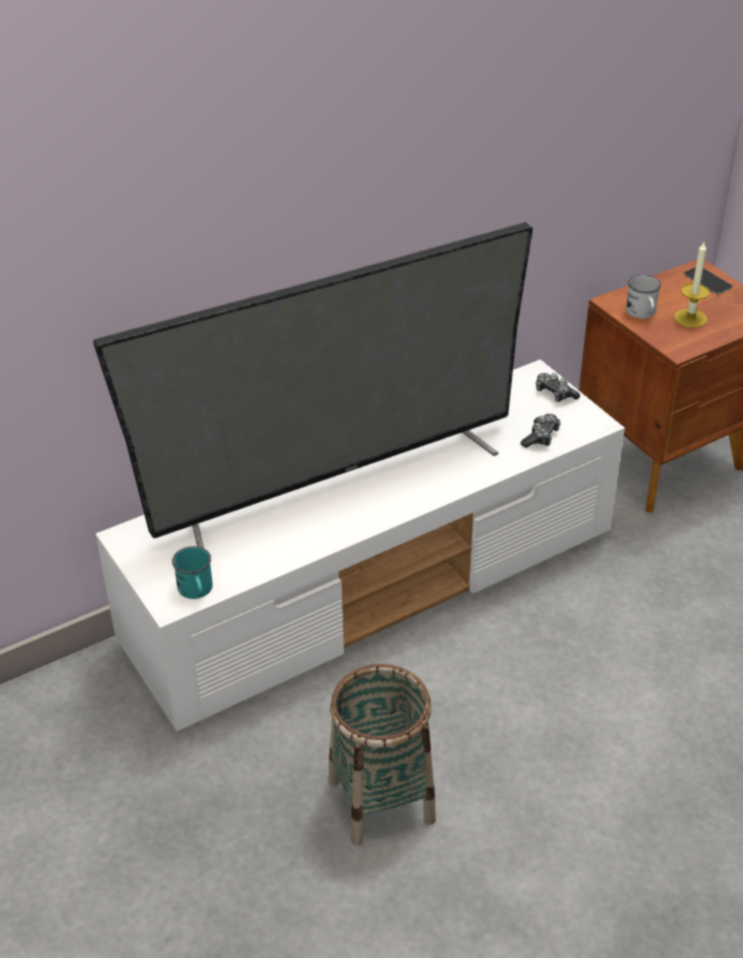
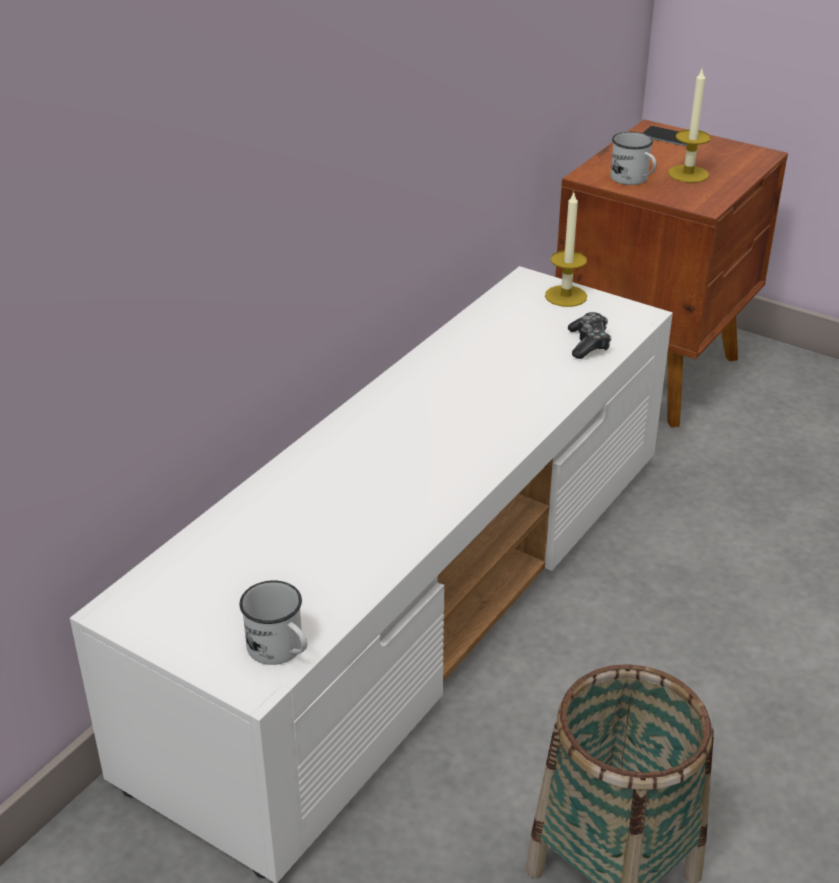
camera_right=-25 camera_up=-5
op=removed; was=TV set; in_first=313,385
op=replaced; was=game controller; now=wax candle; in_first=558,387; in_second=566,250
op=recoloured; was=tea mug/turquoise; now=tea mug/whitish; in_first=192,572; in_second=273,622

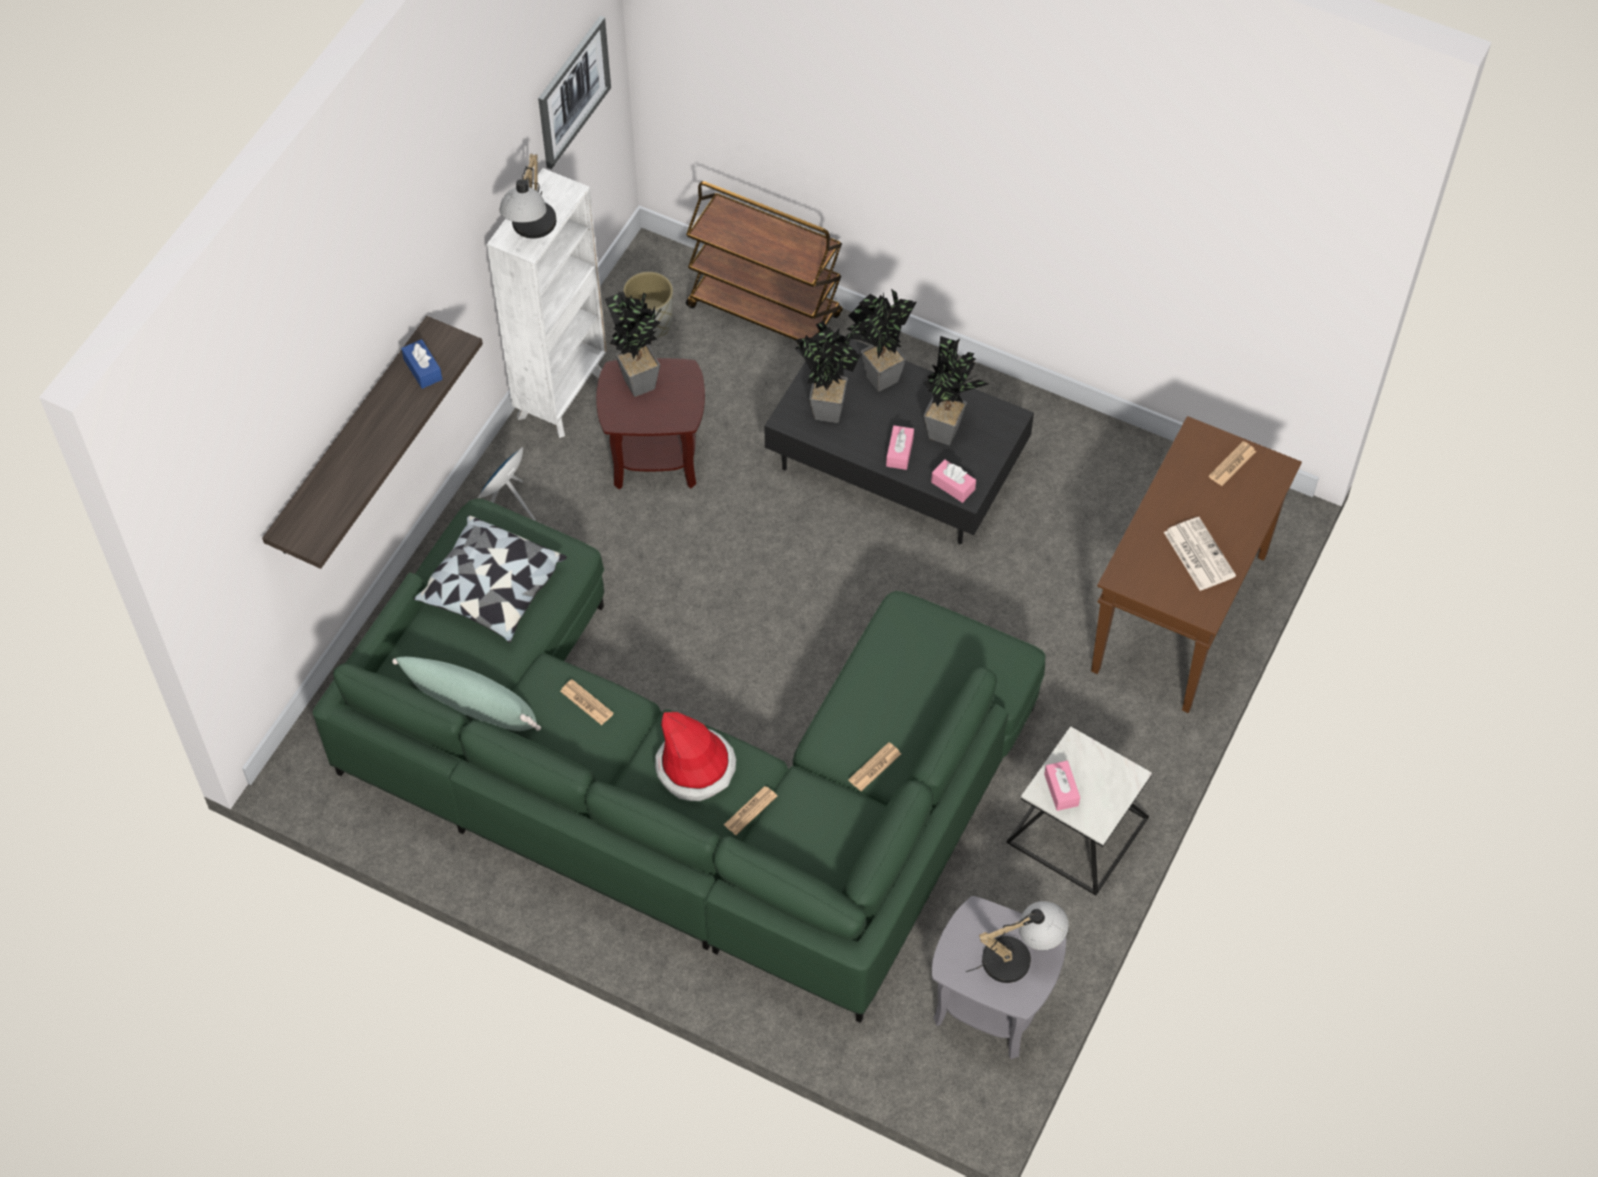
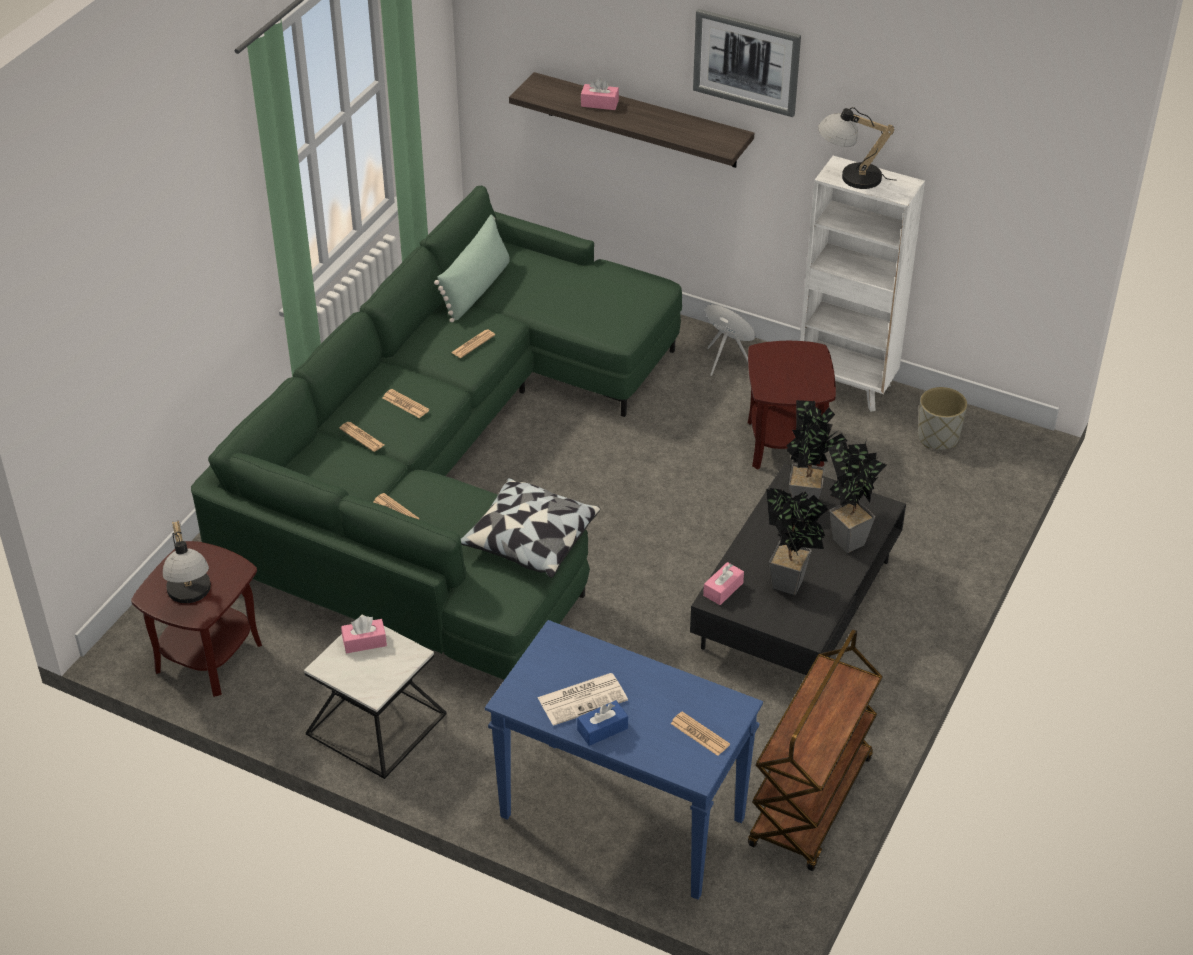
camera_right=90 camera_up=-15
op=removed; was=houseplant; in_first=633,344
op=moved; was=tissue holder/blue-coloured; in_first=421,364; in_second=602,723
op=moved; was=cushion; in_first=490,579; in_second=530,528
op=moved; was=wall art; in_first=574,92; in_second=747,63
op=moved; was=trolley/brownish; in_first=764,262; in_second=815,750
op=moved; was=tissue holder/pink-coloured; in_first=900,447; in_second=600,94
op=replaced; was=clothing hat; now=newspaper; in_first=695,756; in_second=406,403
op=recoloured; was=end table/gray; now=end table/brownish; in_first=999,977; in_second=196,619
op=recoloured; was=hall table/brownish; now=hall table/blue-coloured; in_first=1196,564; in_second=624,760

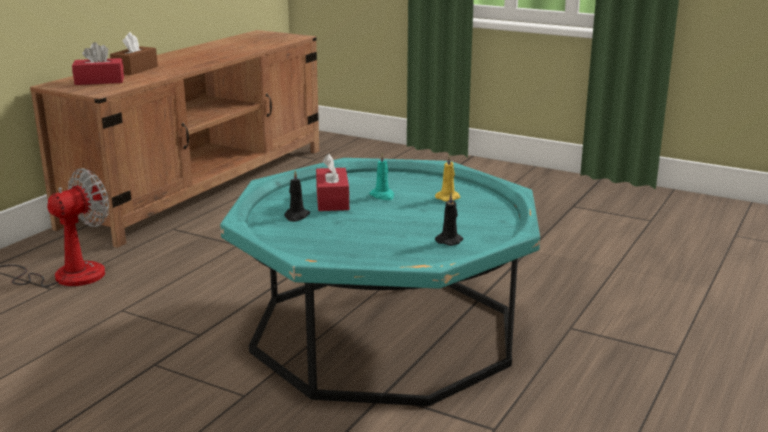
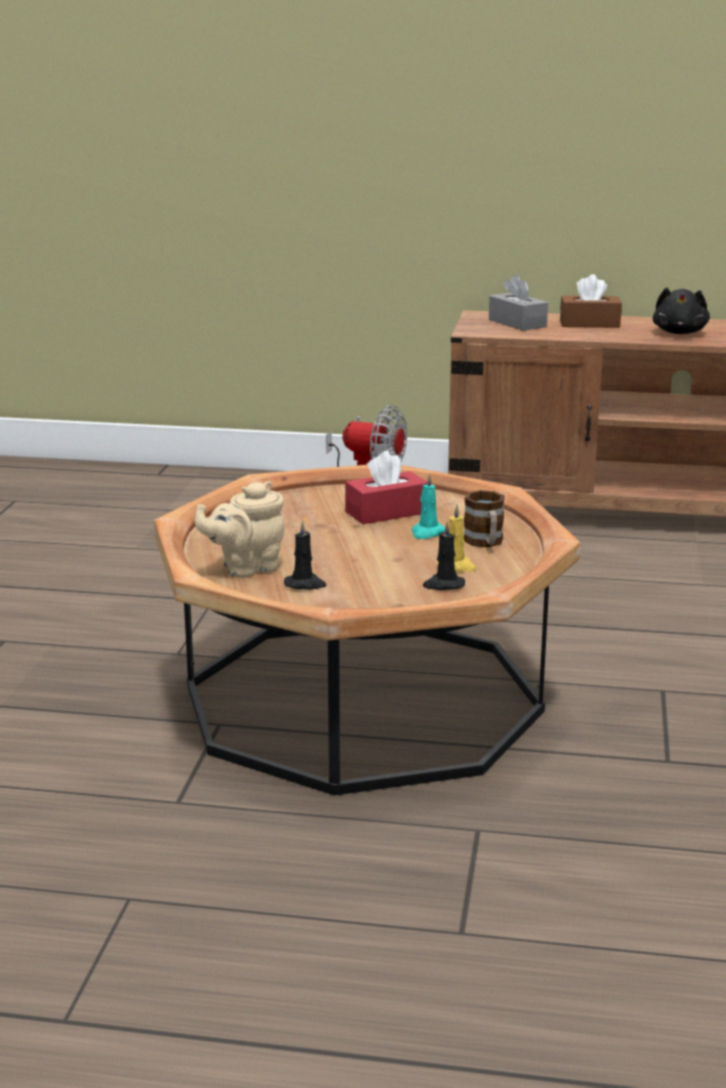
camera_right=70 camera_up=0
op=added; now=tea pot/beige-coloured; in_second=239,529
op=added; now=tea mug; in_second=484,518
op=added; now=plush toy/blackish; in_second=681,310
op=moved; was=wax candle/blackish; in_first=297,196; in_second=444,555
op=recoloured; was=tissue holder/red; now=tissue holder/gray; in_first=98,63; in_second=518,302
op=recoloured; was=lounge table/turquoise; now=lounge table/brownish; in_first=380,282; in_second=367,630

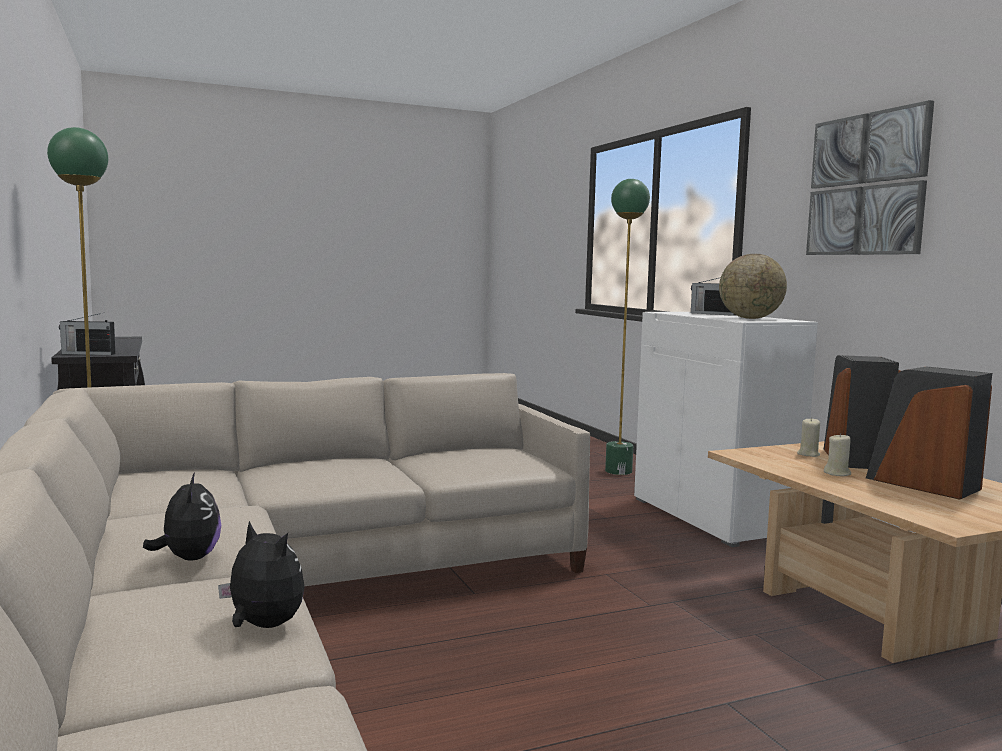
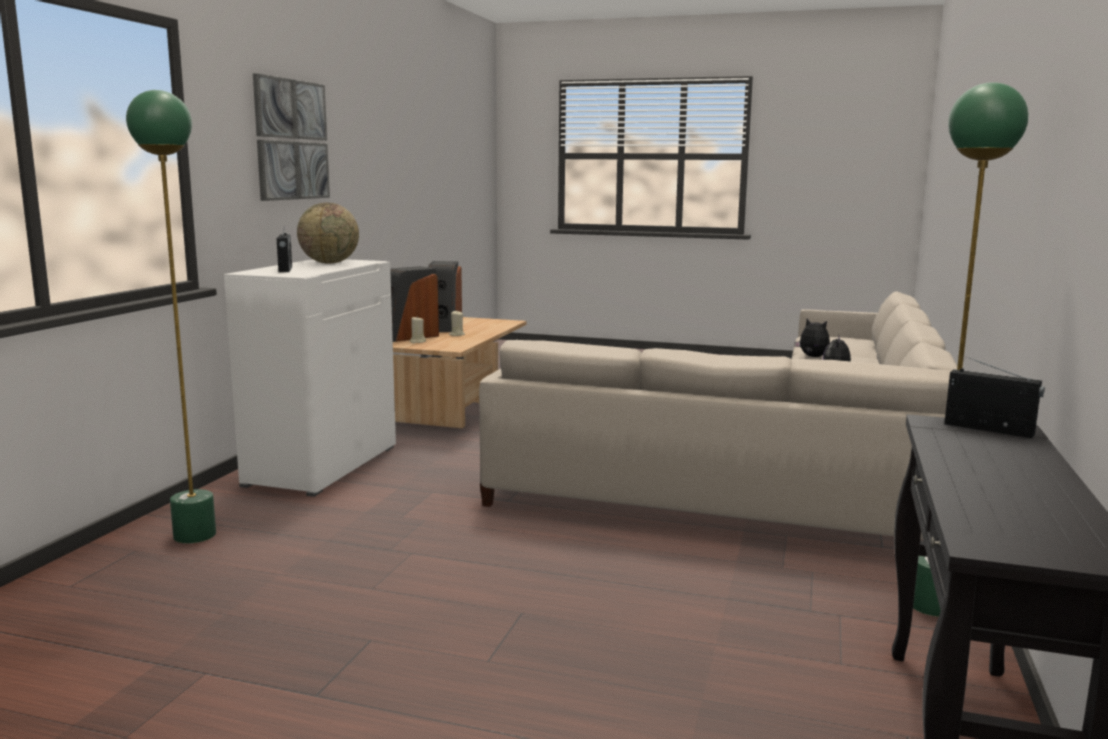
camera_right=-140 camera_up=5
op=turned; was=plush toy; in_first=261,574; in_second=812,338; clockwise=150

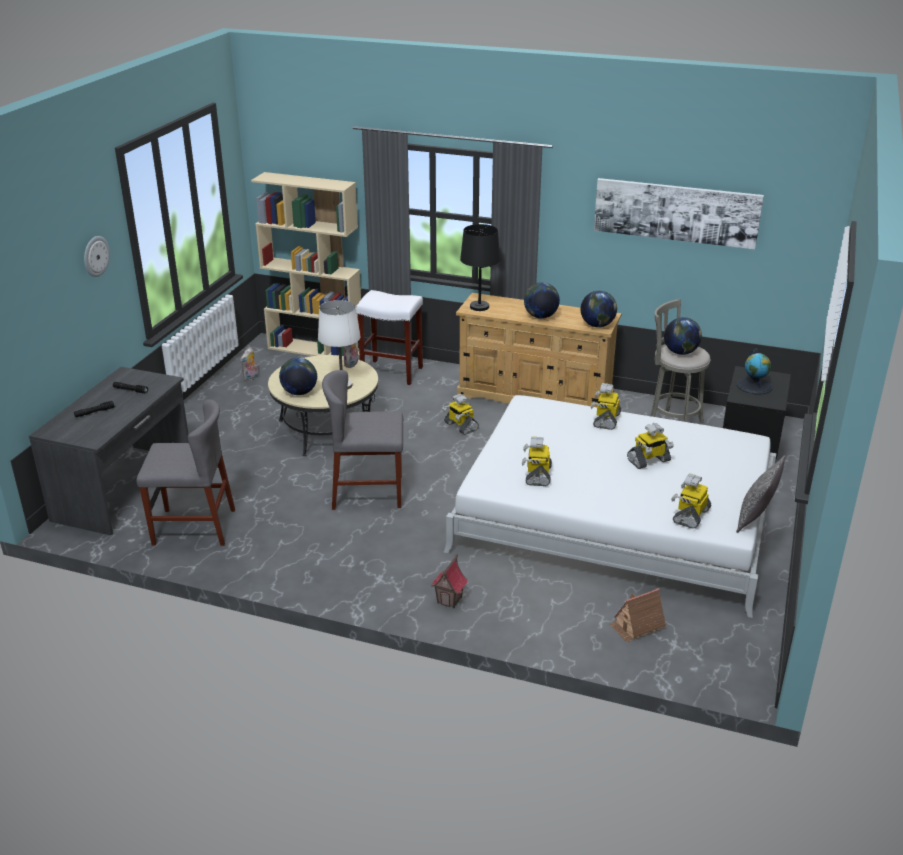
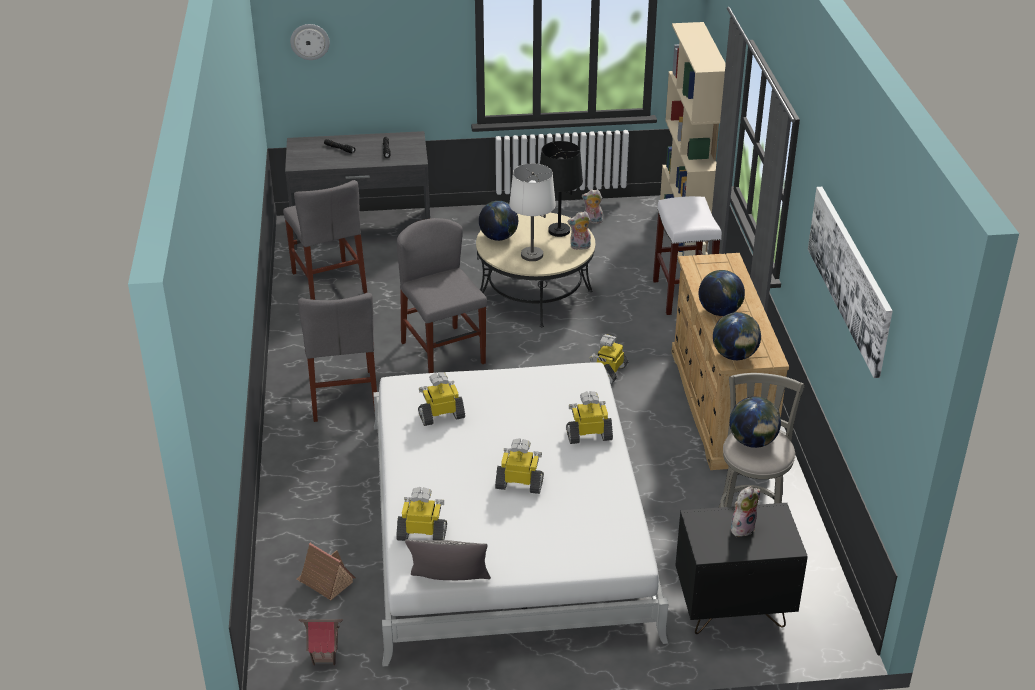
camera_right=65 camera_up=5
op=added; now=upright chair/gray; in_second=337,357
op=moved; was=clock on the wall; in_first=97,256; in_second=310,42
op=moved; was=miniature house; in_first=449,581; in_second=321,642
op=moved; was=lamp for a table/blackish; in_first=480,267; in_second=561,189
op=replaced; was=world globe; now=plush toy; in_first=754,371; in_second=746,511
op=turned; was=model robot; in_first=650,446; in_second=519,466; clockwise=150

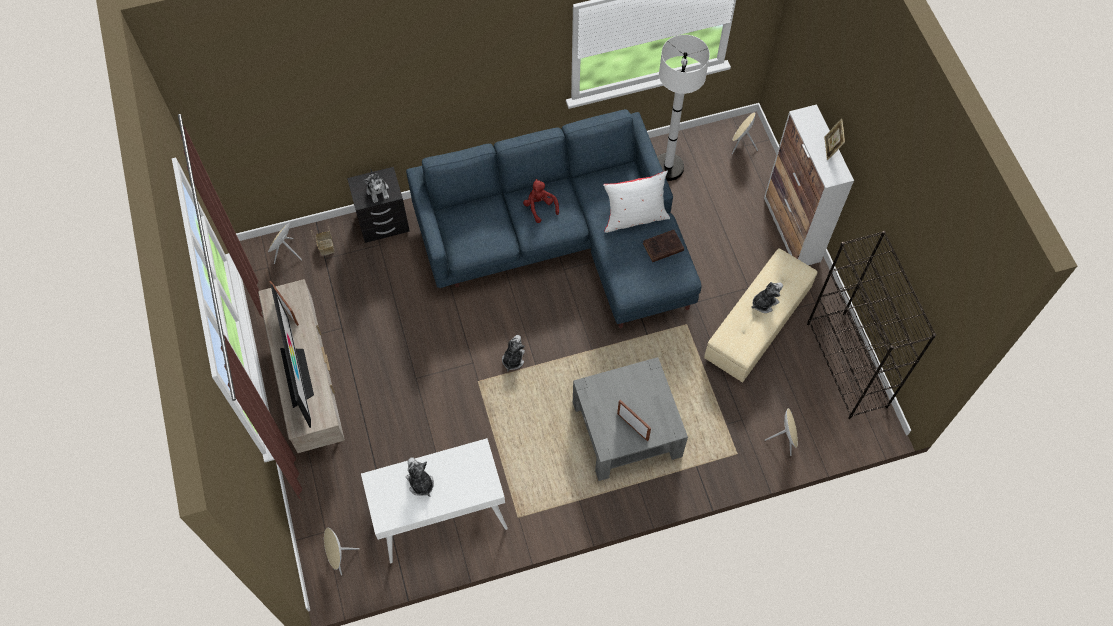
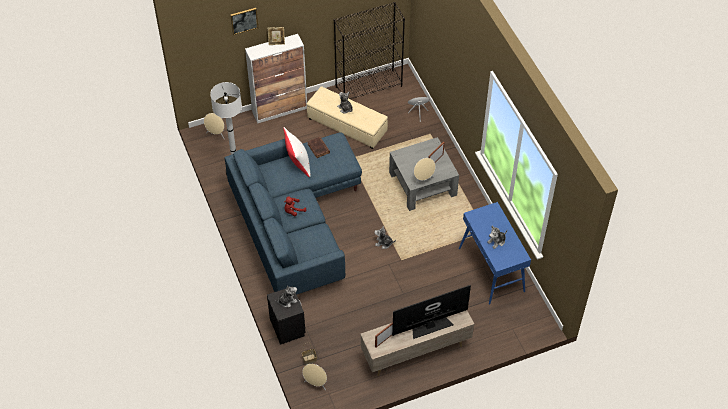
camera_right=-95 camera_up=-10
op=added; now=wall art; in_second=244,21
op=moved; was=speaker/beige-coloured; in_first=342,552; in_second=424,172
op=recoloured; was=hall table/whitish; now=hall table/blue-coloured; in_first=434,500; in_second=495,253

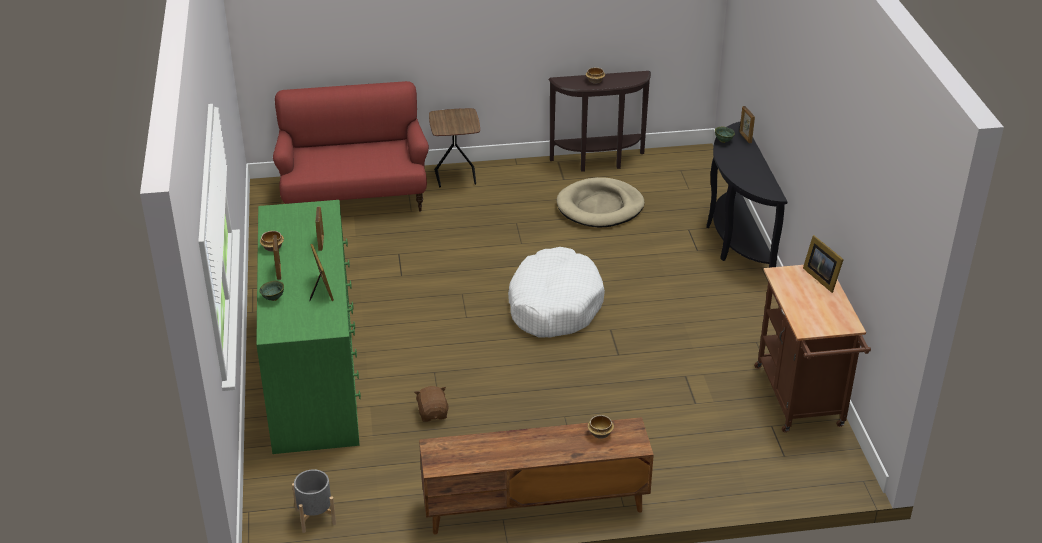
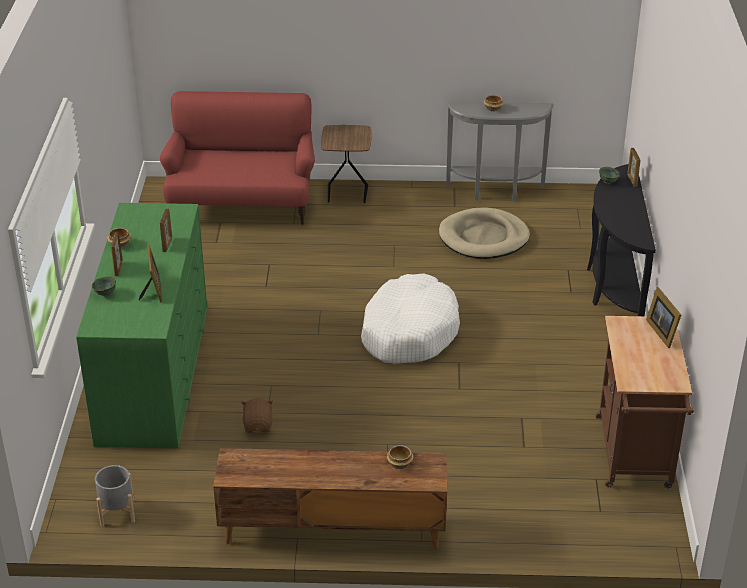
camera_right=10 camera_up=0
op=recoloured; was=hall table/brownish; now=hall table/gray; in_first=599,121; in_second=500,151

